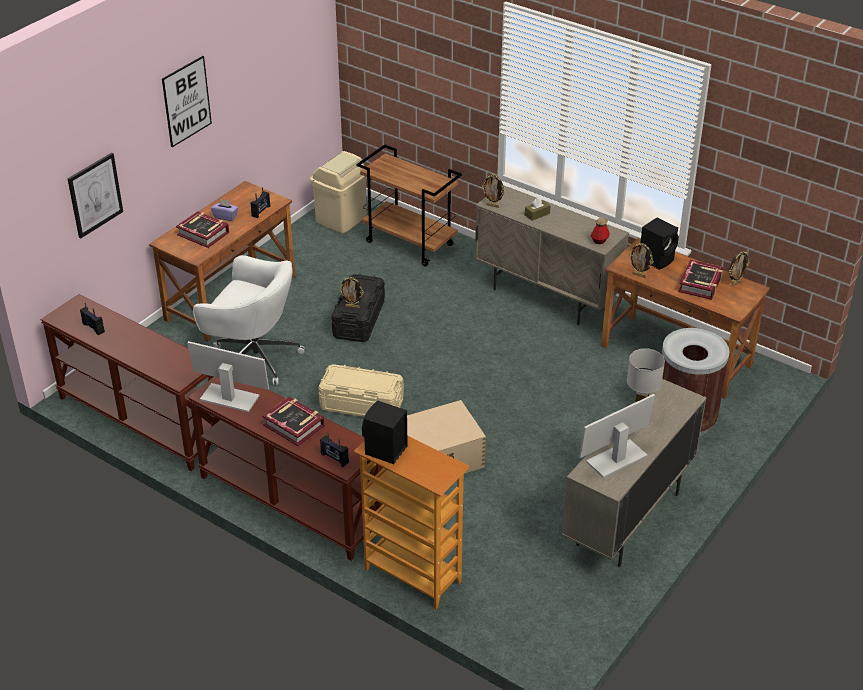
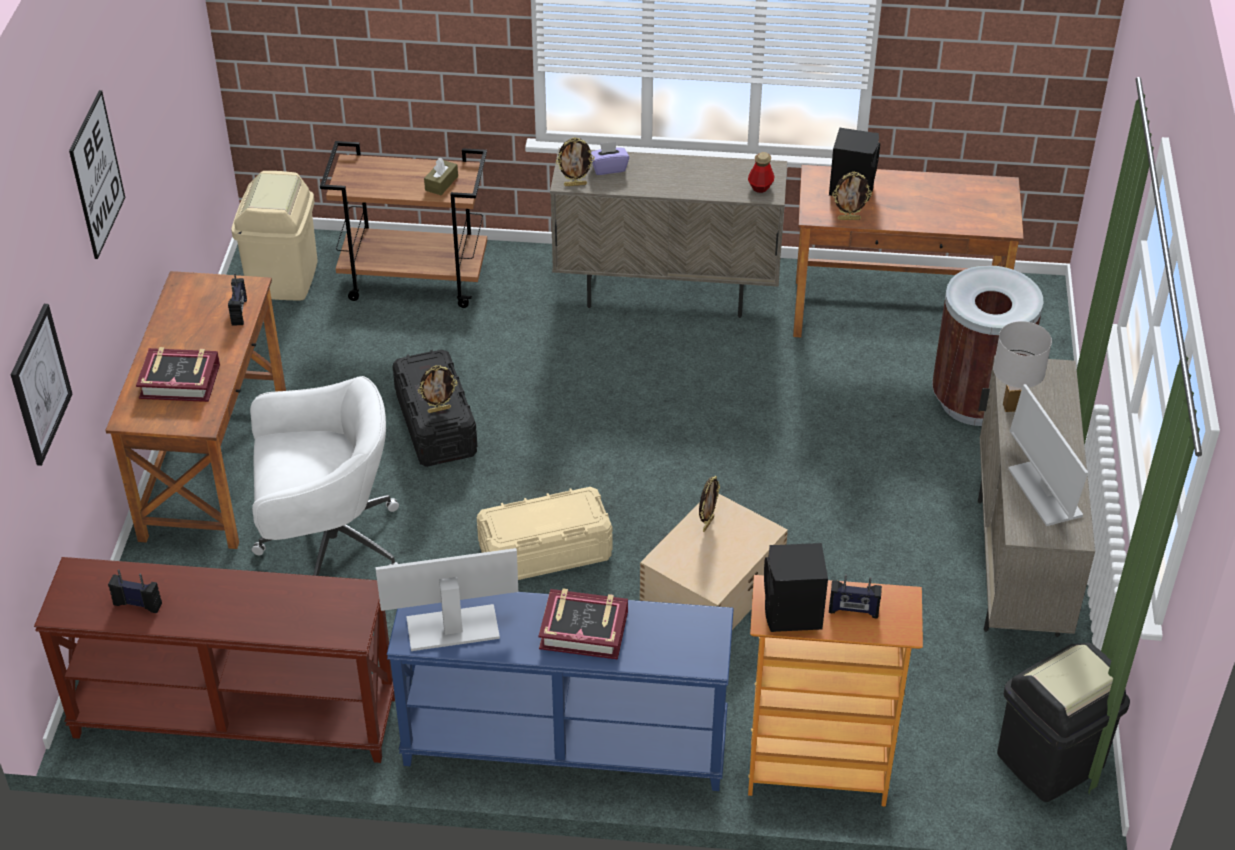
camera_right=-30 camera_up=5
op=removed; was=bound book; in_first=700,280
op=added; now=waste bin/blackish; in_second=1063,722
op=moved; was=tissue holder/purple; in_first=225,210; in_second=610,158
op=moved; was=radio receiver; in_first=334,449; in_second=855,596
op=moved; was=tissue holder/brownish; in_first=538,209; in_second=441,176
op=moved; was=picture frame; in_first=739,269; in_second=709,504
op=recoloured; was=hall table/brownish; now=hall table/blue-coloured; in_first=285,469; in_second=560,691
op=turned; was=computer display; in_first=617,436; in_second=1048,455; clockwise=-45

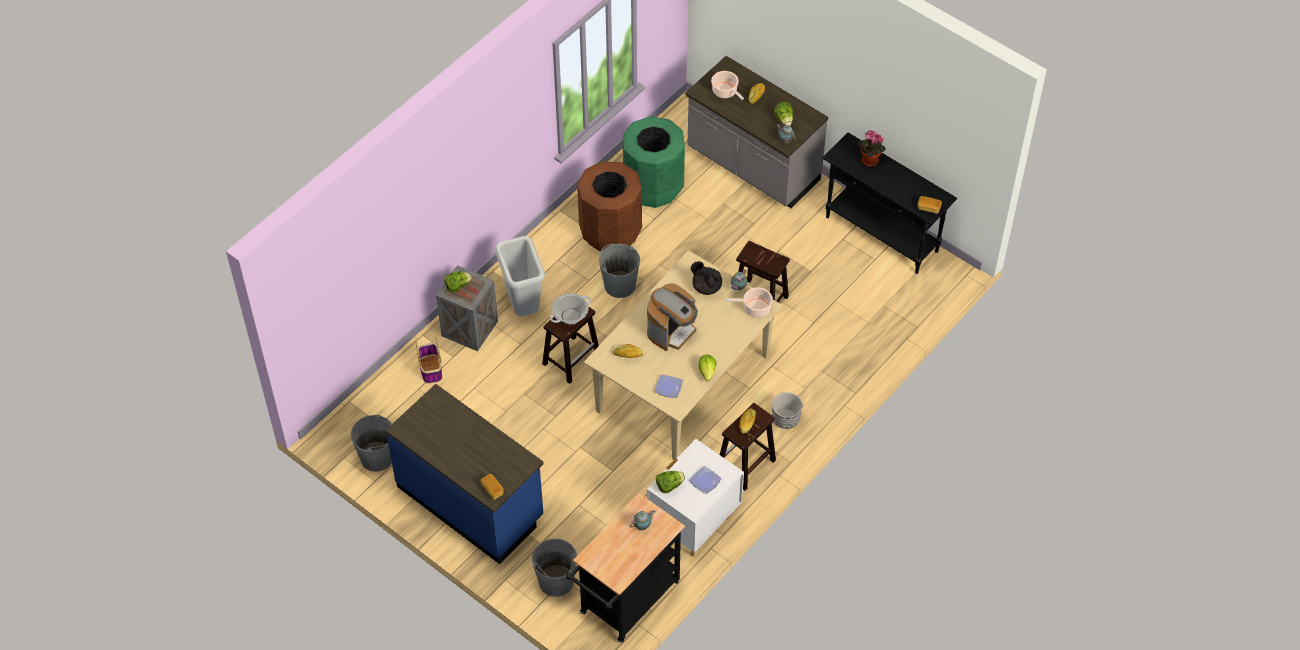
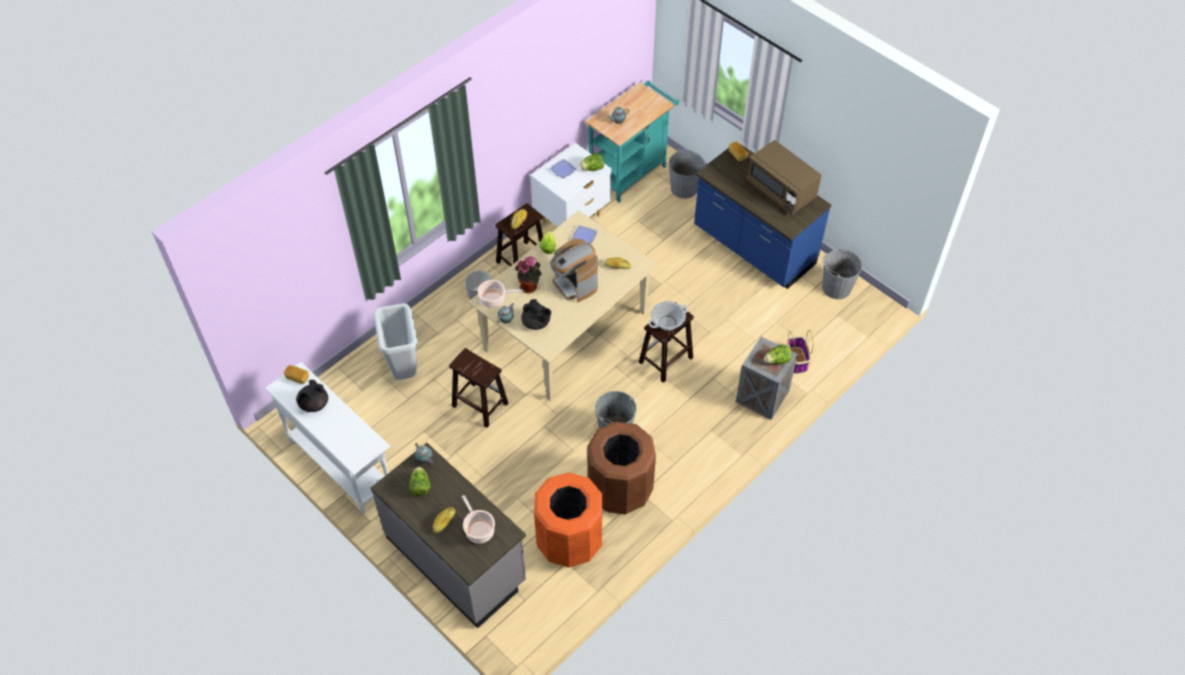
camera_right=-175 camera_up=0
op=added; now=tea pot/blackish; in_second=312,396
op=added; now=kitchen microwave/brownish; in_second=783,177
op=moved; was=waste bin/gray; in_first=520,276; in_second=395,341
op=moved; was=houseplant; in_first=872,148; in_second=528,274
op=recoloured; was=trolley/blackish; now=trolley/turquoise; in_first=625,568; in_second=632,142
op=recoloured; was=waste bin/green; now=waste bin/orange; in_first=654,162; in_second=568,519
op=recoloured; was=hall table/blackish; now=hall table/whitish; in_first=889,203; in_second=327,438
op=turned; was=coffee machine; in_first=672,317; in_second=574,270; clockwise=-75

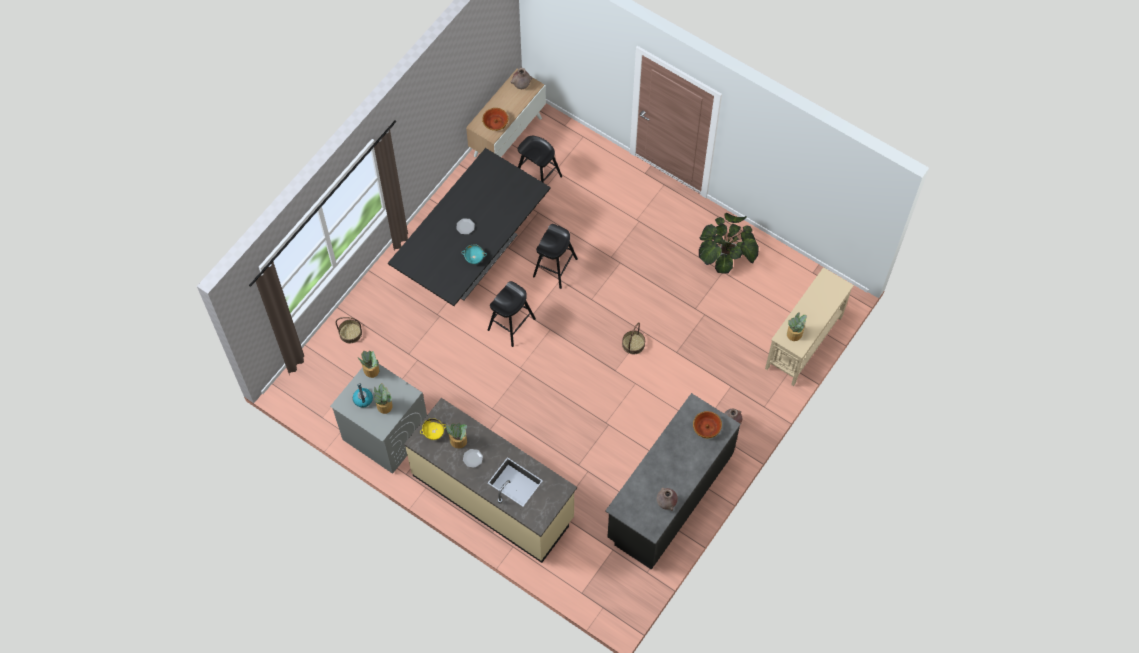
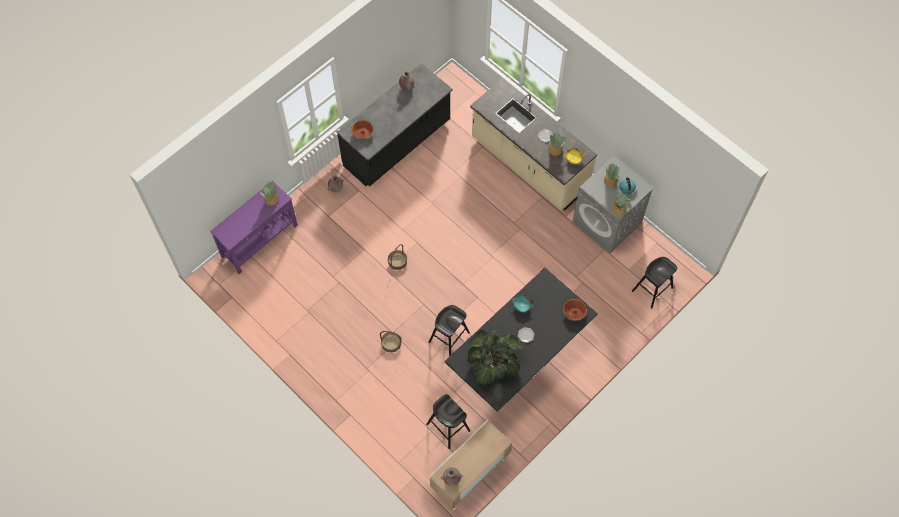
camera_right=-170 camera_up=0
op=moved; was=household basket; in_first=349,330; in_second=390,342
op=moved; was=serving bowl; in_first=495,119; in_second=575,310
op=moved; was=stool seat/blackish; in_first=512,314; in_second=654,283
op=moved; was=houseplant; in_first=729,243; in_second=495,357
op=recoloured; was=hall table/beige-coloured; now=hall table/purple; in_first=809,326; in_second=254,227

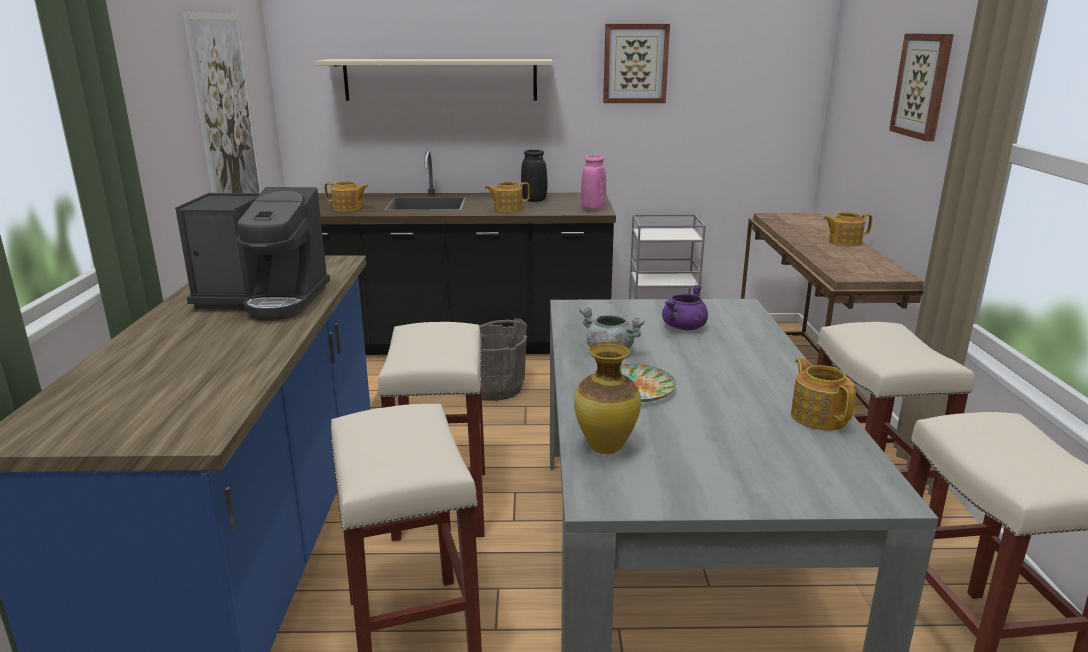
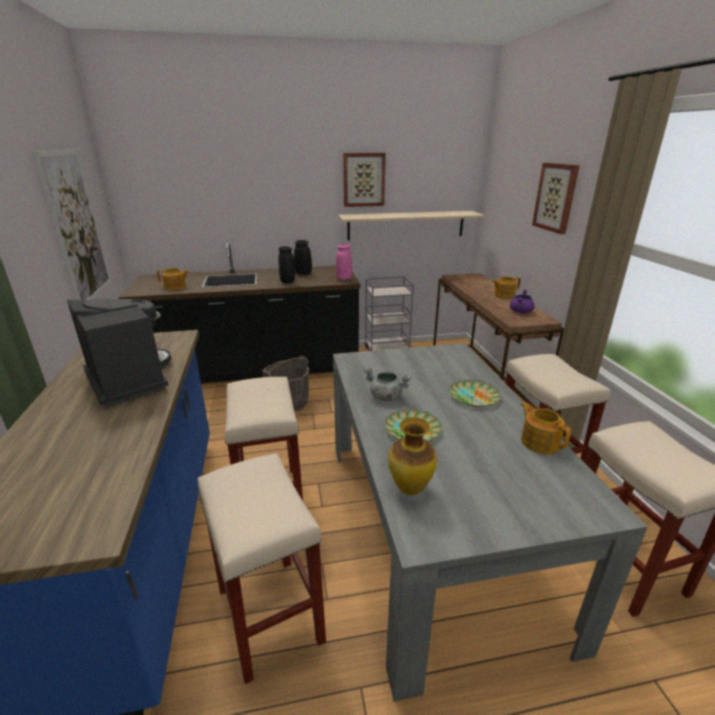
camera_right=-10 camera_up=5
op=added; now=flat dish; in_second=475,393
op=moved; was=bracket shelf/beige-coloured; in_first=434,80; in_second=411,225
op=moved; was=stockpot/purple; in_first=685,307; in_second=522,301
op=replaced; was=tea pot; now=vase/blackish; in_first=507,197; in_second=287,264
op=turned; was=coffee machine; in_first=252,254; in_second=119,353; clockwise=-120

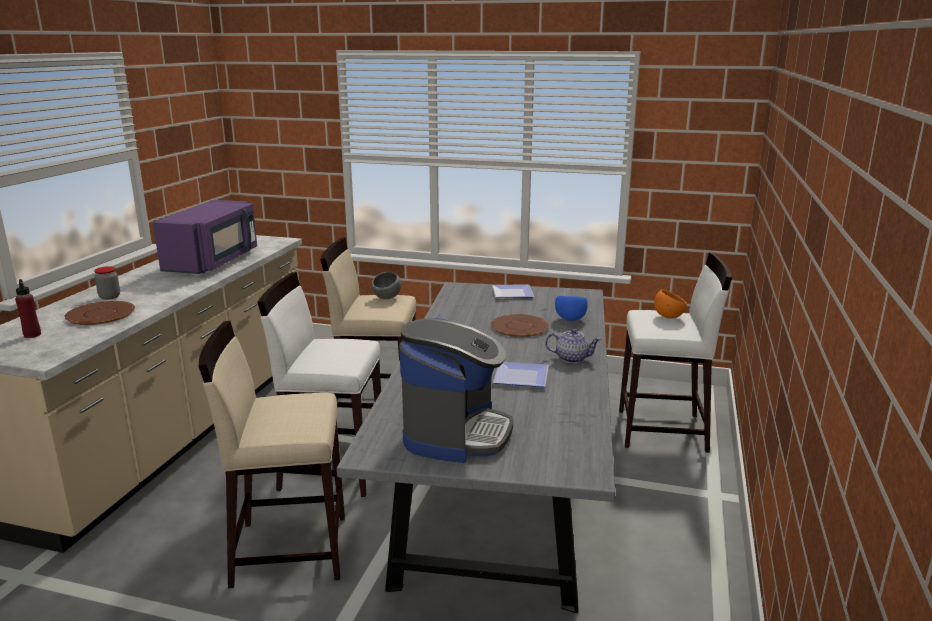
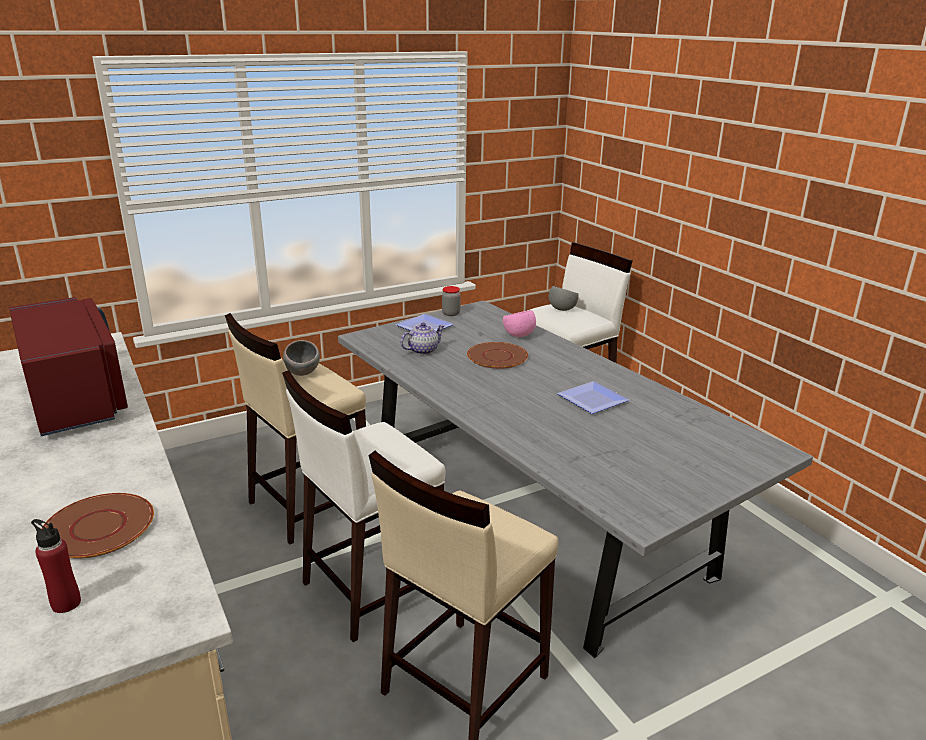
camera_right=-45 camera_up=5
op=removed; was=coffee machine; in_first=456,390
op=moved; was=preserve jar; in_first=107,283; in_second=451,301
op=moved; was=tea pot; in_first=573,346; in_second=422,339
op=recoloured; was=kitchen microwave/purple; now=kitchen microwave/red; in_first=205,237; in_second=68,366
op=recoloured; was=serving bowl/blue-coloured; now=serving bowl/pink-coloured; in_first=571,308; in_second=519,323
op=recoloured; was=serving bowl/orange; now=serving bowl/gray; in_first=670,304; in_second=564,298

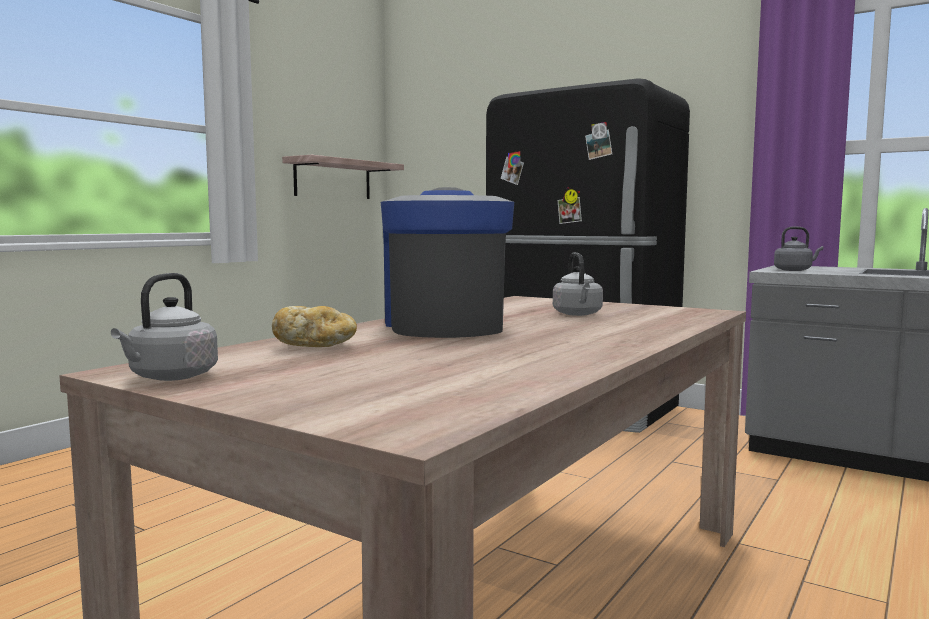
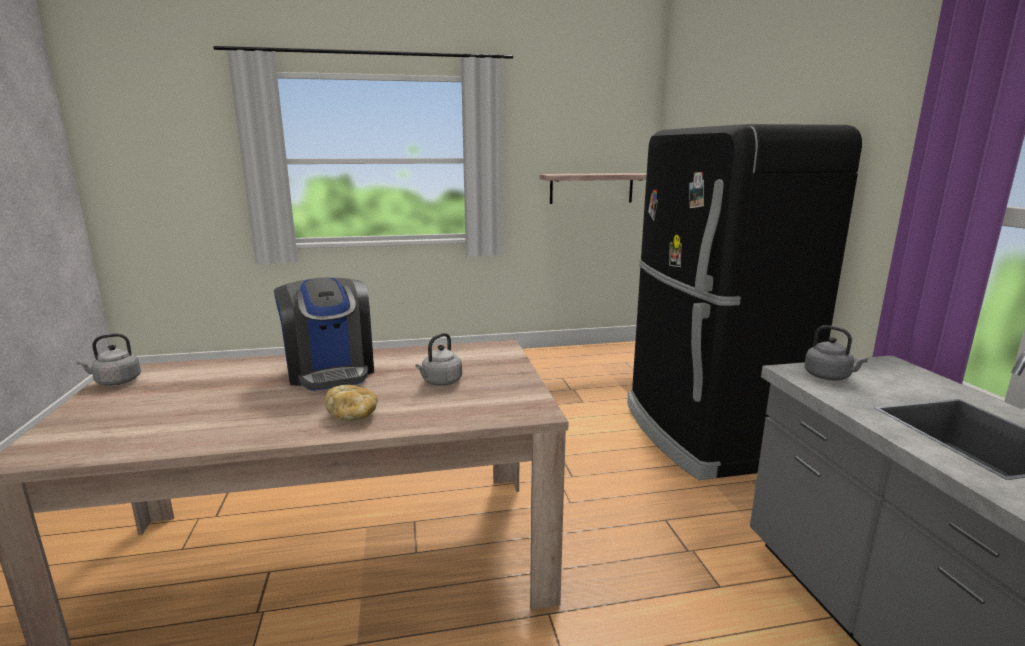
camera_right=45 camera_up=10
op=moved; was=baked bread; in_first=314,326; in_second=351,403
op=turned; was=coffee machine; in_first=447,262; in_second=324,334; clockwise=120

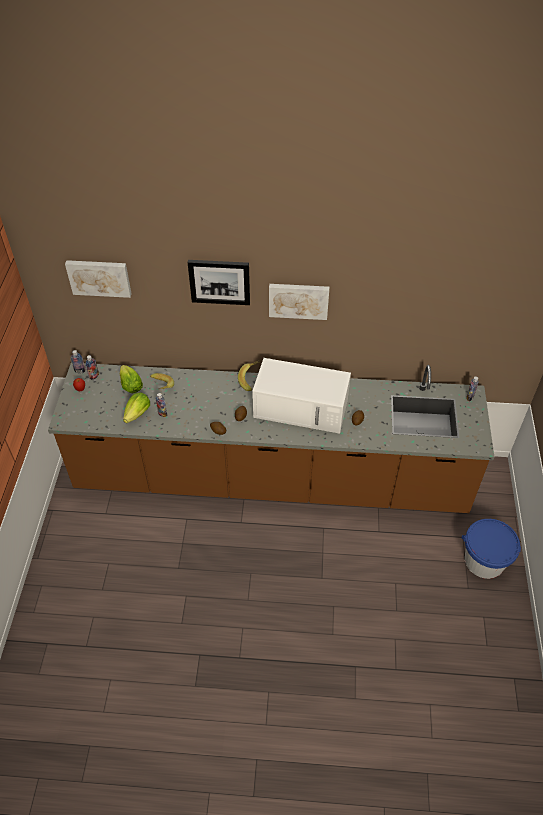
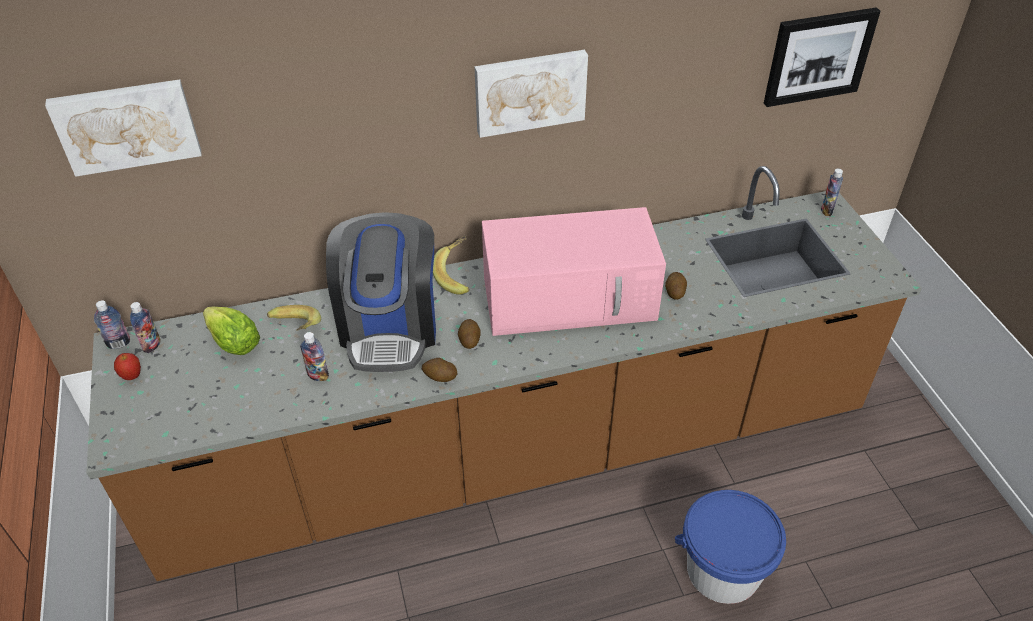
camera_right=-20 camera_up=-5
op=removed; was=lettuce head; in_first=136,407
op=added; now=coffee machine; in_second=381,292
op=moved; was=wall art; in_first=219,282; in_second=822,57
op=moved; was=water bucket/blue-coloured; in_first=491,549; in_second=730,547
op=recoloured; was=kitchen microwave/whitish; now=kitchen microwave/pink-coloured; in_first=301,396; in_second=574,271

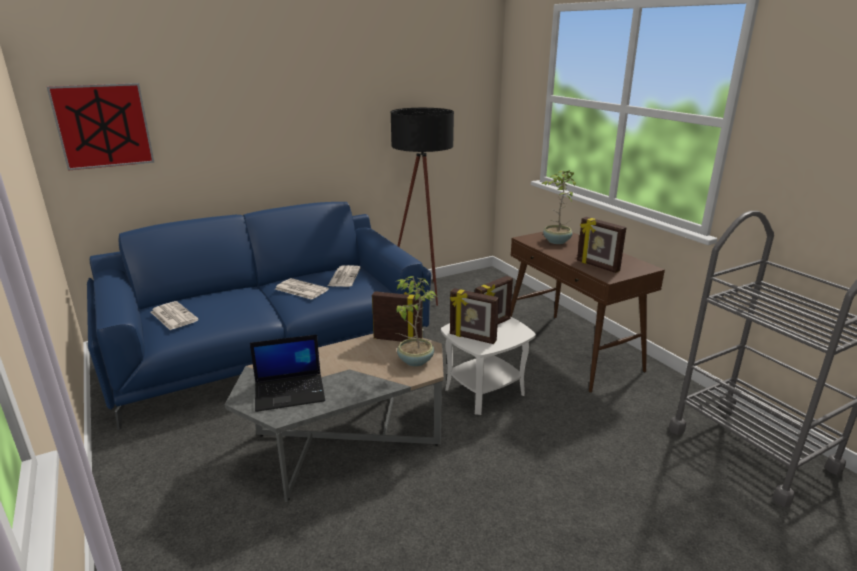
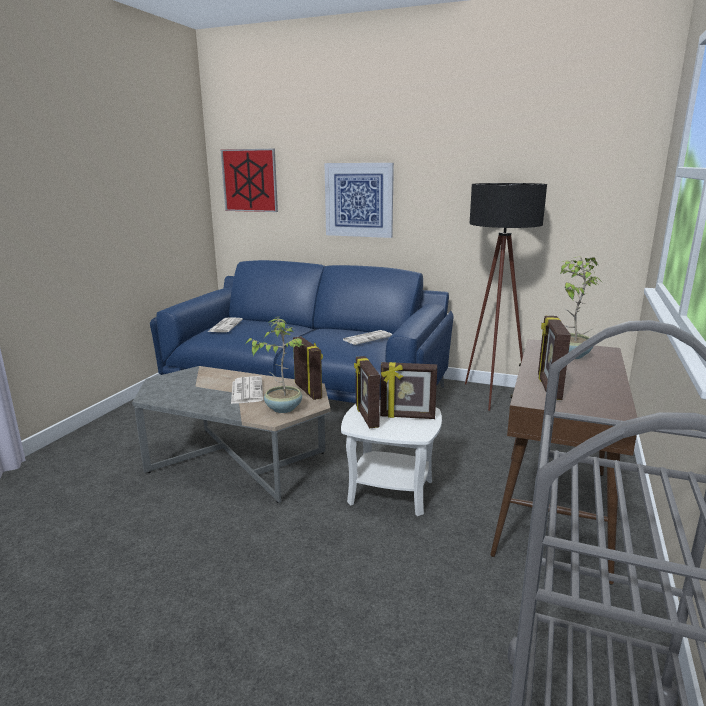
camera_right=50 camera_up=-5
op=removed; was=laptop; in_first=287,373
op=added; now=wall art; in_second=359,200
op=moved; was=newspaper; in_first=302,289; in_second=247,390

